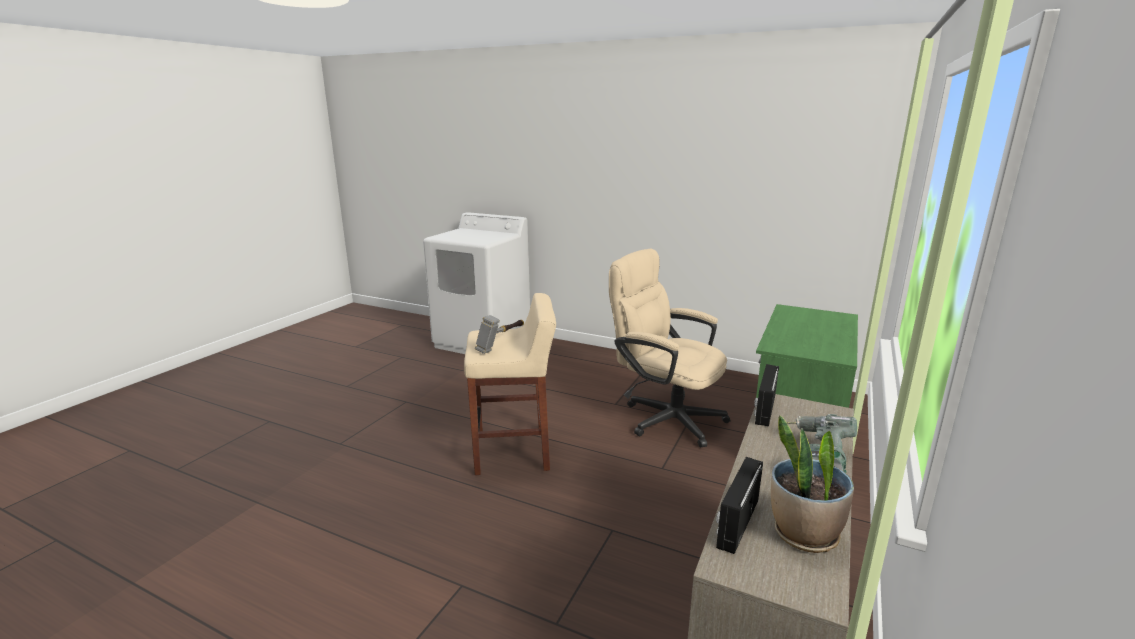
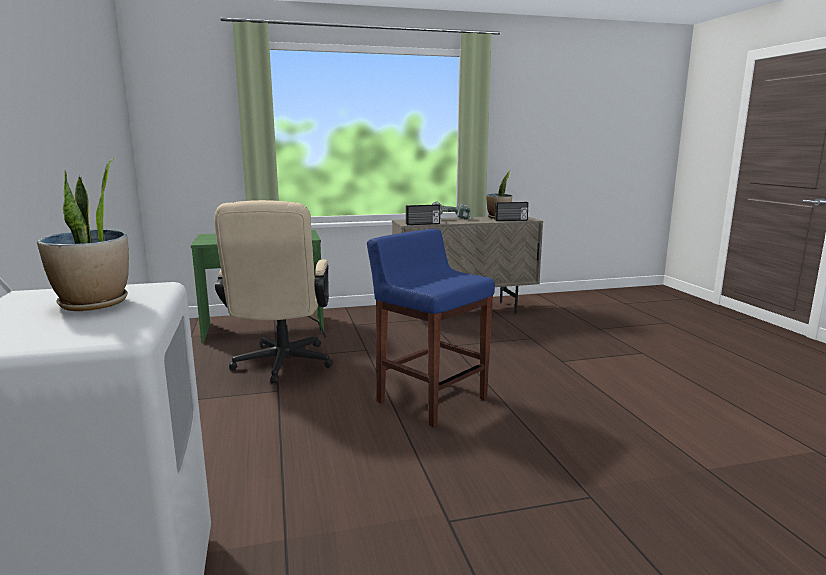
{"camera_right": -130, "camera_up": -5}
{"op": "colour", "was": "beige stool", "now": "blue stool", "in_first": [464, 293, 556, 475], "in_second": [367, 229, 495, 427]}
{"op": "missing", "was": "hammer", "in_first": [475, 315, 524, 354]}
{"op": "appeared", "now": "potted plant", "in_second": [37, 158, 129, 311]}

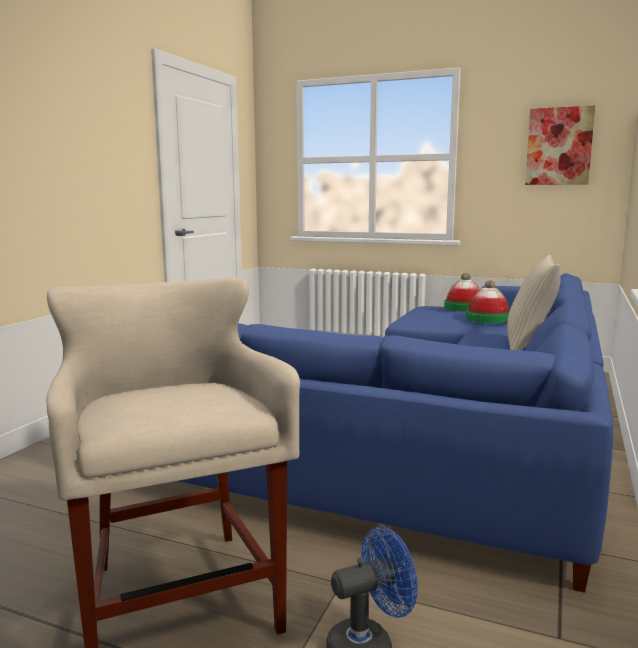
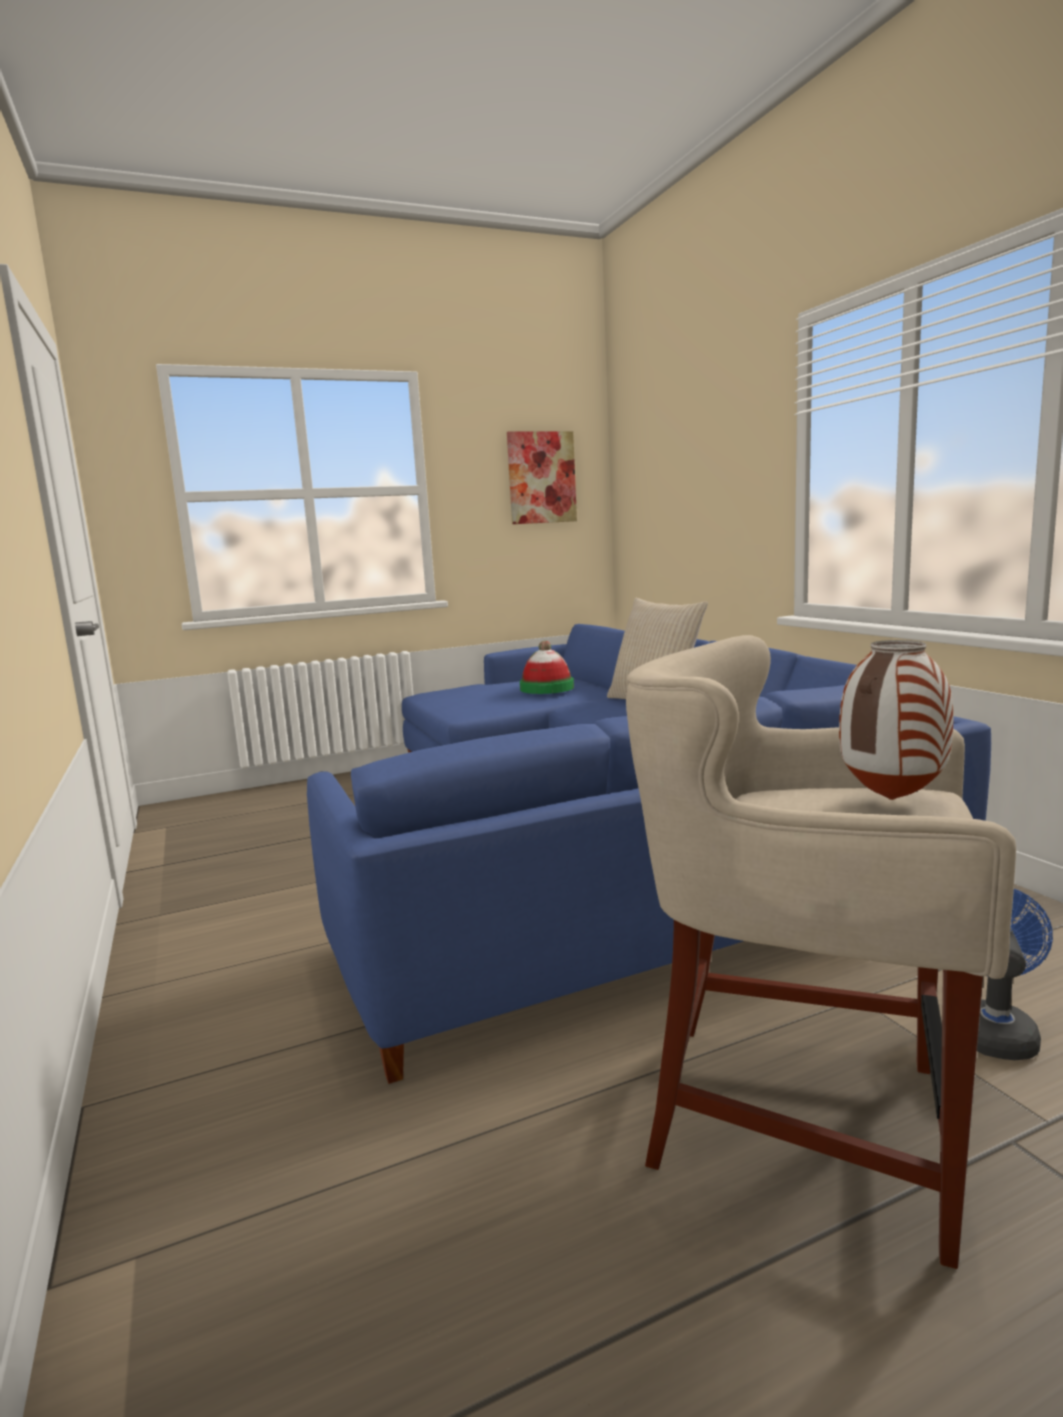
{"camera_right": -45, "camera_up": 0}
{"op": "missing", "was": "hat", "in_first": [444, 273, 480, 312]}
{"op": "appeared", "now": "vase", "in_second": [839, 640, 953, 800]}

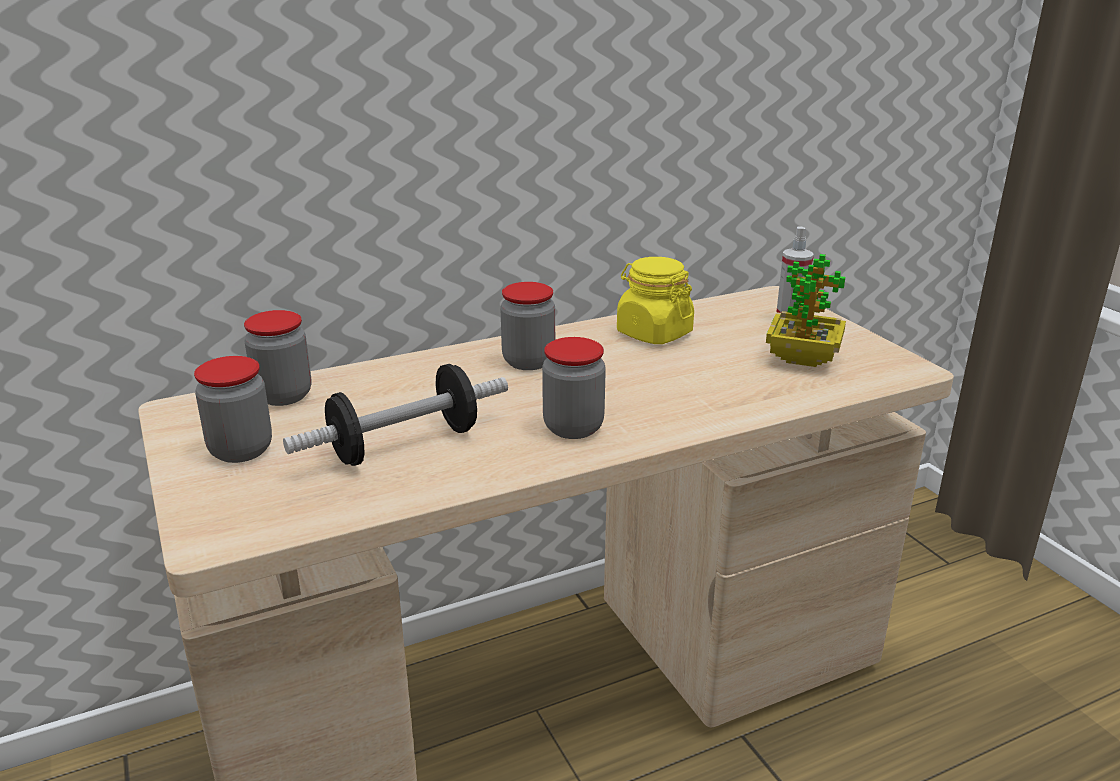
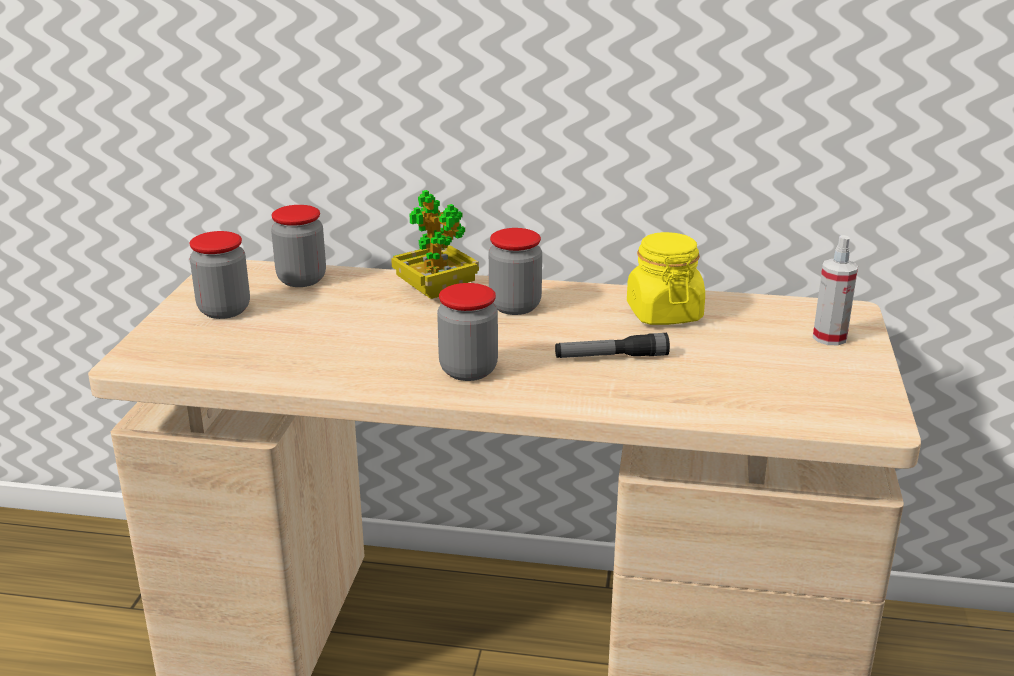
{"camera_right": 35, "camera_up": 0}
{"op": "missing", "was": "dumbbell", "in_first": [283, 364, 508, 466]}
{"op": "relocated", "was": "potted plant", "in_first": [766, 254, 846, 367], "in_second": [391, 190, 479, 299]}
{"op": "appeared", "now": "flashlight", "in_second": [555, 333, 670, 358]}

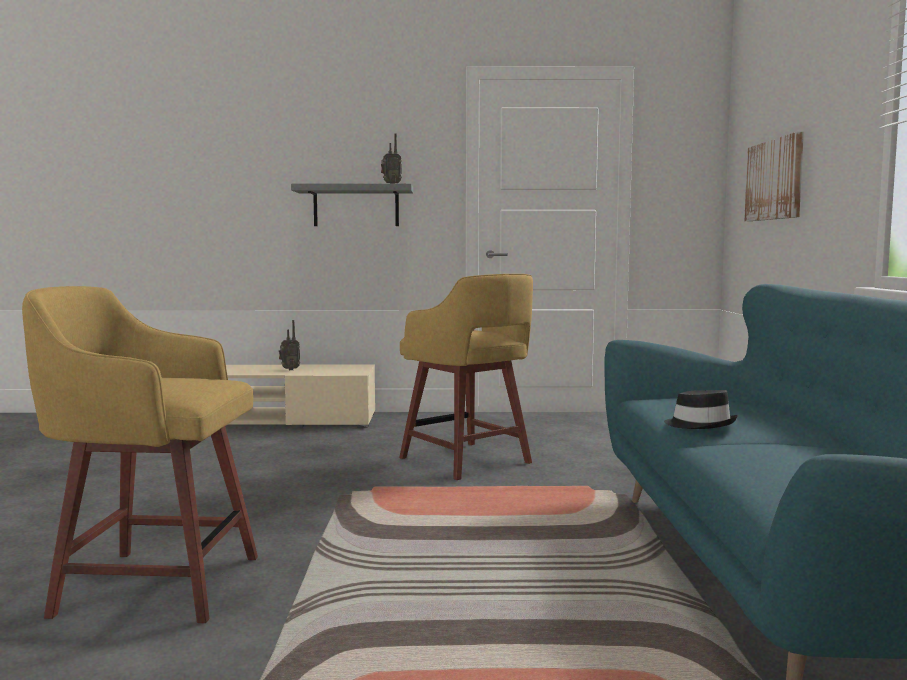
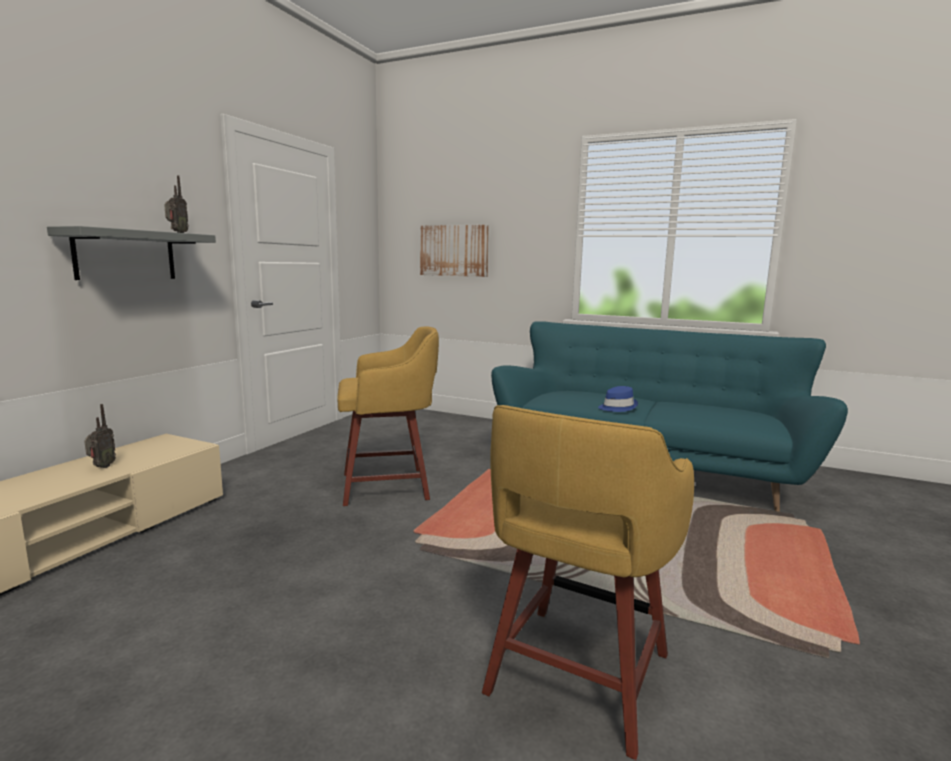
{"camera_right": -65, "camera_up": 5}
{"op": "colour", "was": "black hat", "now": "blue hat", "in_first": [664, 390, 738, 429], "in_second": [598, 386, 638, 412]}

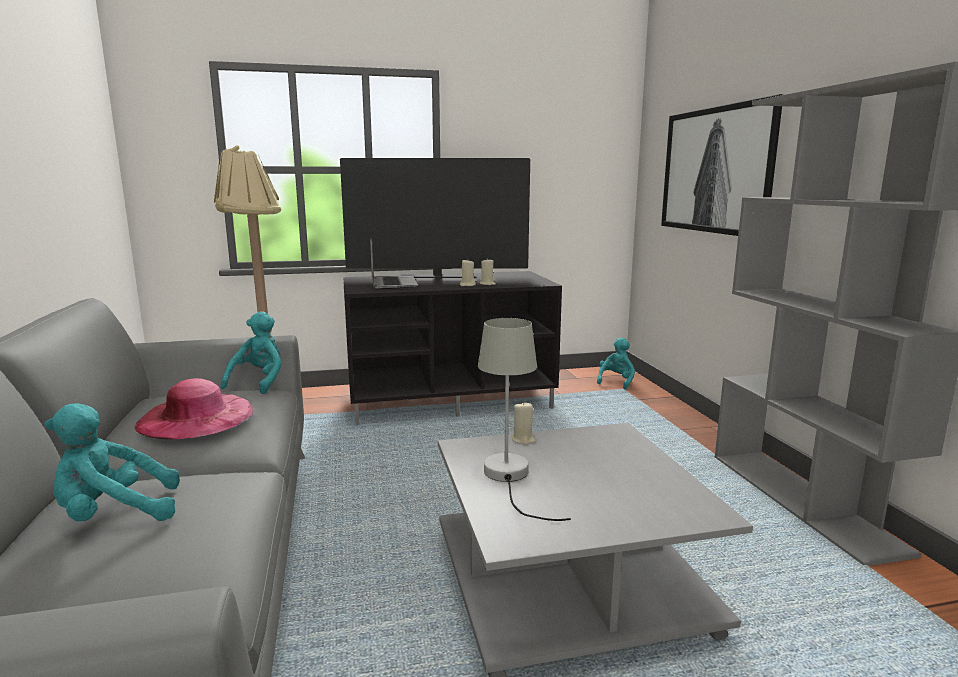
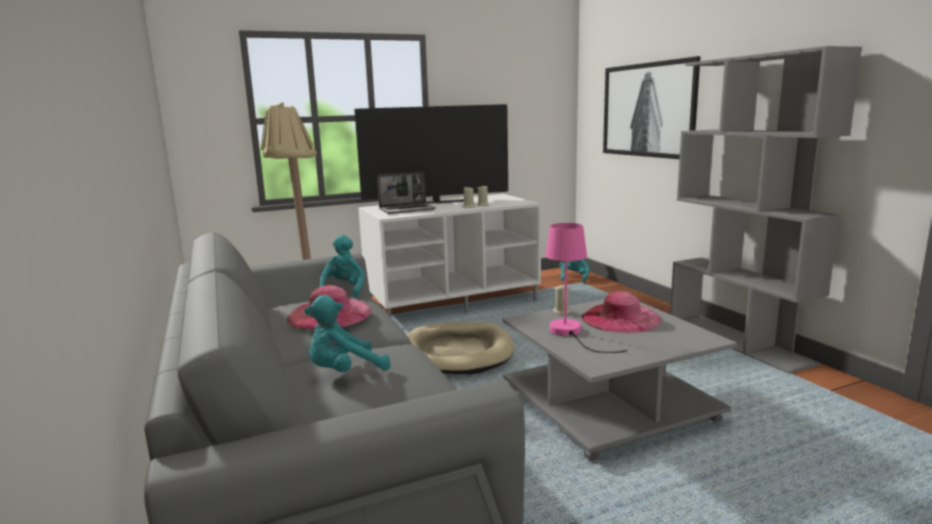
{"camera_right": -10, "camera_up": 0}
{"op": "colour", "was": "black tv stand", "now": "white tv stand", "in_first": [343, 271, 562, 425], "in_second": [358, 194, 541, 318]}
{"op": "spun", "was": "laptop", "in_first": [370, 239, 418, 290], "in_second": [377, 172, 436, 214], "clockwise": 90}
{"op": "colour", "was": "grey table lamp", "now": "pink table lamp", "in_first": [478, 318, 571, 521], "in_second": [545, 223, 627, 353]}
{"op": "appeared", "now": "beige dog bed", "in_second": [407, 322, 514, 375]}
{"op": "appeared", "now": "pink hat", "in_second": [582, 291, 661, 333]}

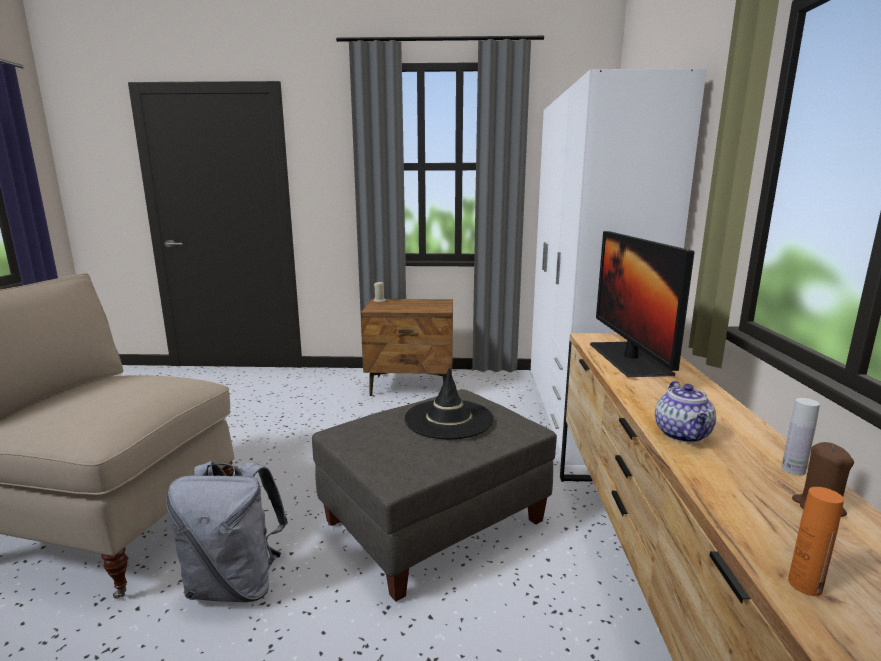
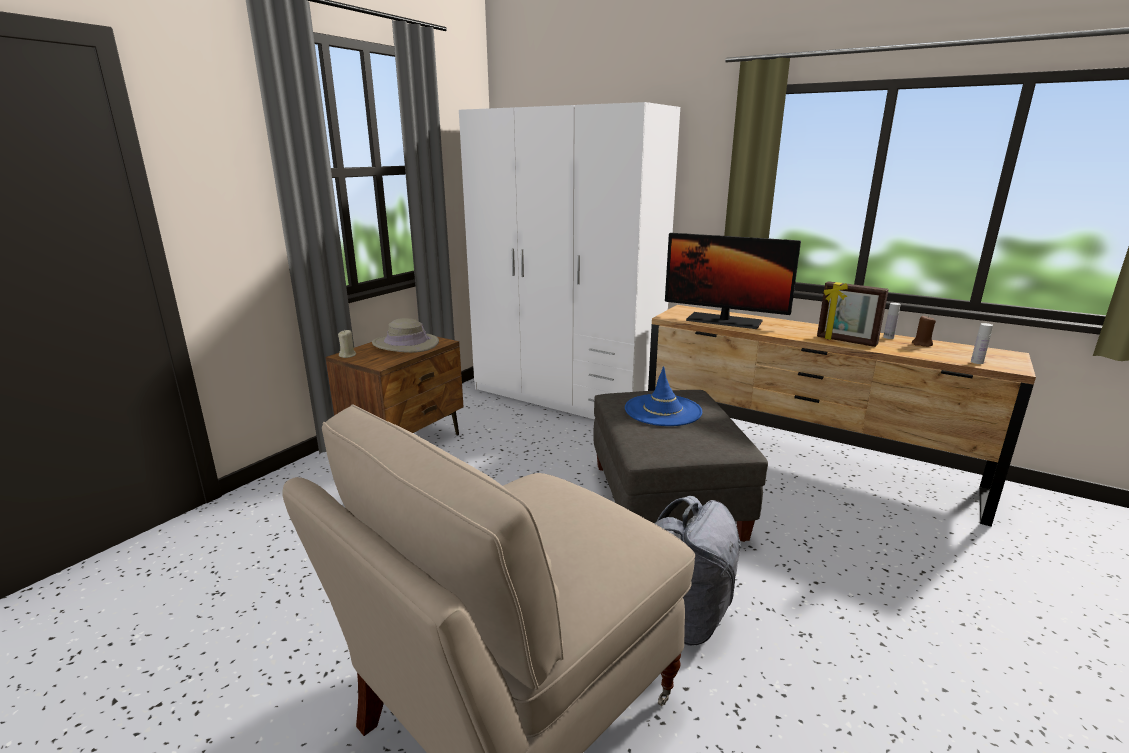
{"camera_right": -60, "camera_up": 5}
{"op": "colour", "was": "black hat", "now": "blue hat", "in_first": [404, 367, 494, 439], "in_second": [625, 366, 702, 426]}
{"op": "exchanged", "was": "teapot", "now": "picture frame", "in_first": [655, 381, 716, 443], "in_second": [817, 281, 889, 347]}
{"op": "colour", "was": "orange bottle", "now": "white bottle", "in_first": [788, 487, 844, 596], "in_second": [971, 323, 993, 364]}
{"op": "appeared", "now": "beige hat", "in_second": [372, 318, 439, 353]}

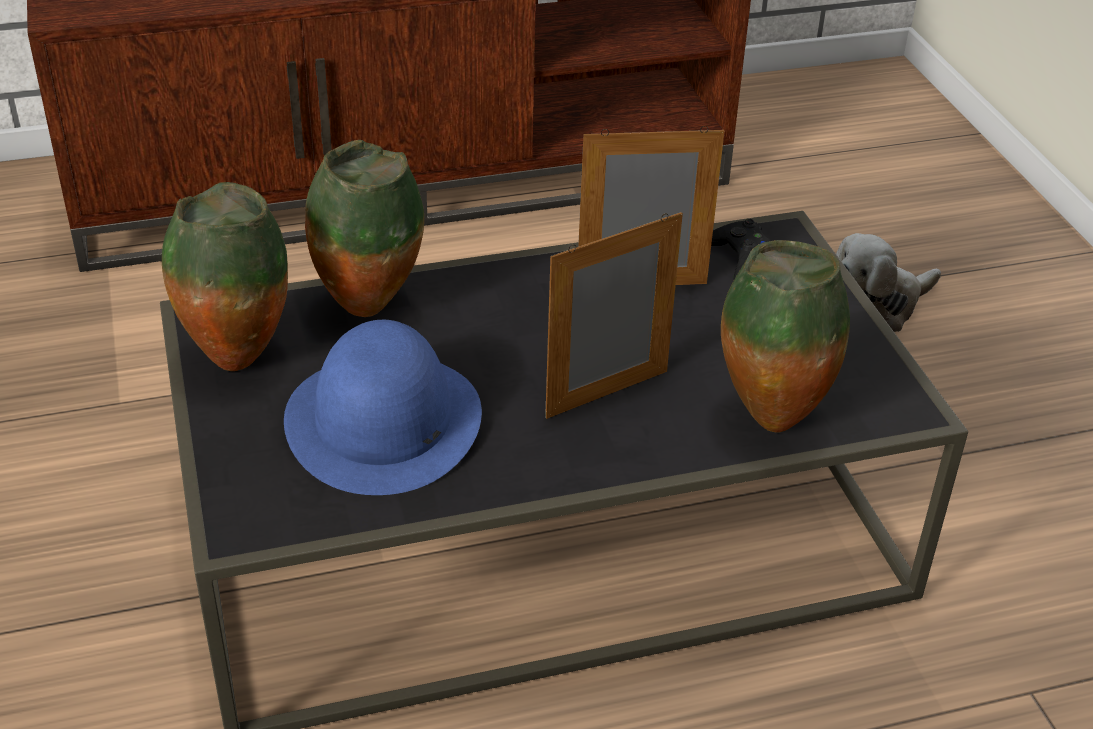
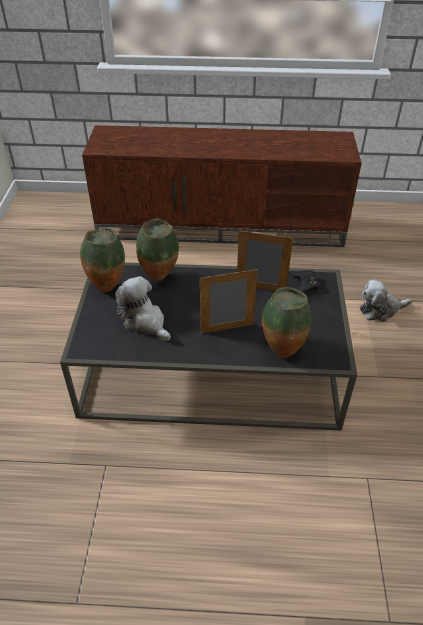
{"camera_right": 20, "camera_up": 5}
{"op": "exchanged", "was": "blue hat", "now": "plush toy", "in_first": [284, 320, 482, 495], "in_second": [115, 276, 171, 341]}

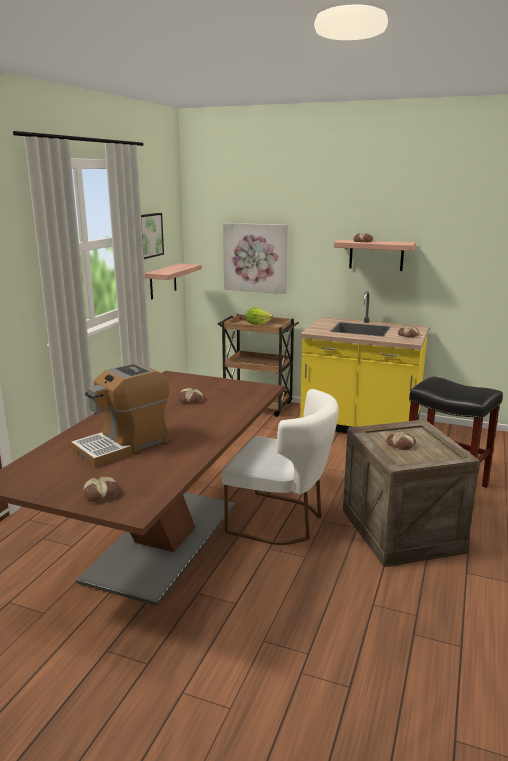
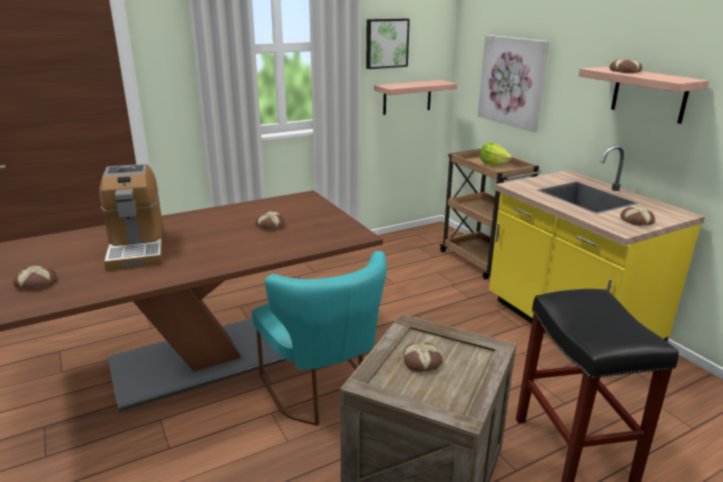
{"camera_right": 40, "camera_up": 5}
{"op": "spun", "was": "coffee machine", "in_first": [71, 363, 170, 467], "in_second": [99, 164, 164, 271], "clockwise": -105}
{"op": "colour", "was": "white chair", "now": "turquoise chair", "in_first": [222, 389, 338, 545], "in_second": [252, 251, 387, 426]}

